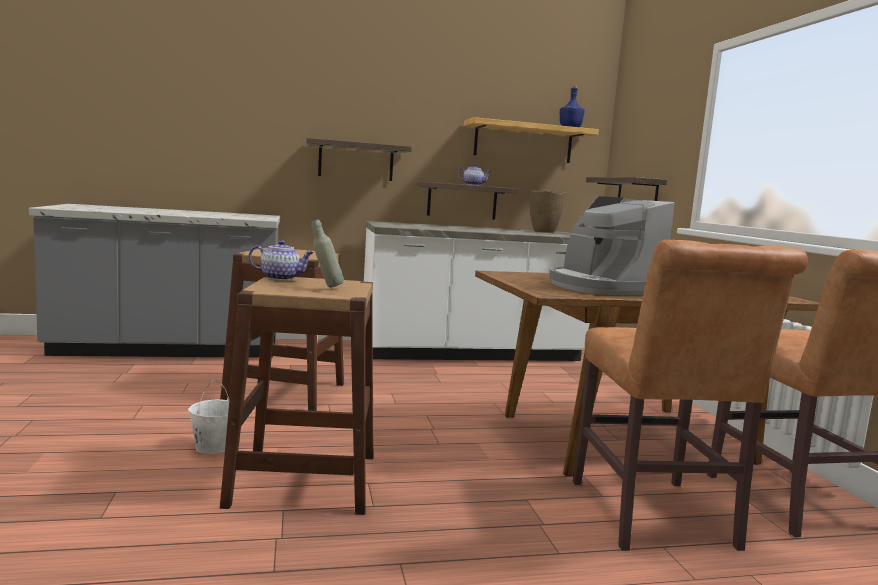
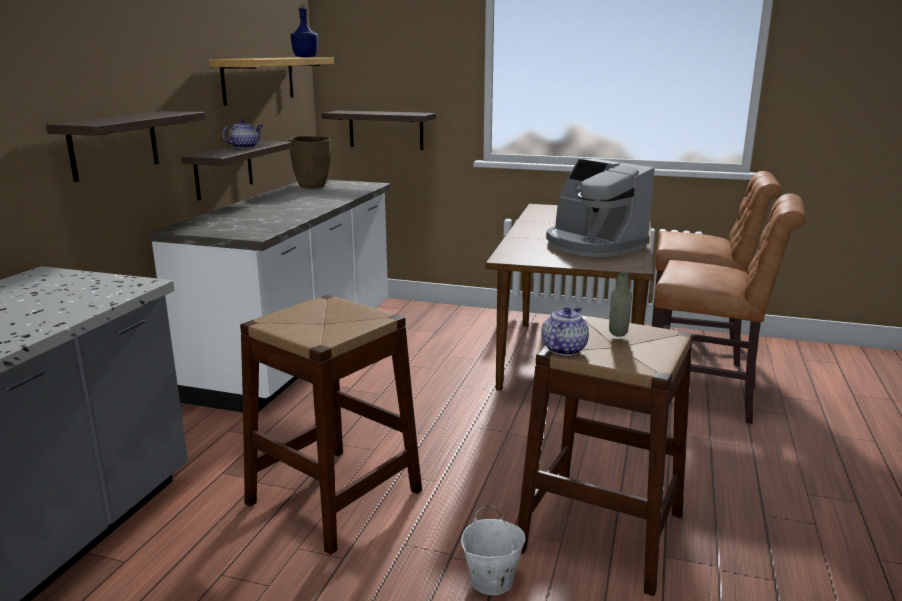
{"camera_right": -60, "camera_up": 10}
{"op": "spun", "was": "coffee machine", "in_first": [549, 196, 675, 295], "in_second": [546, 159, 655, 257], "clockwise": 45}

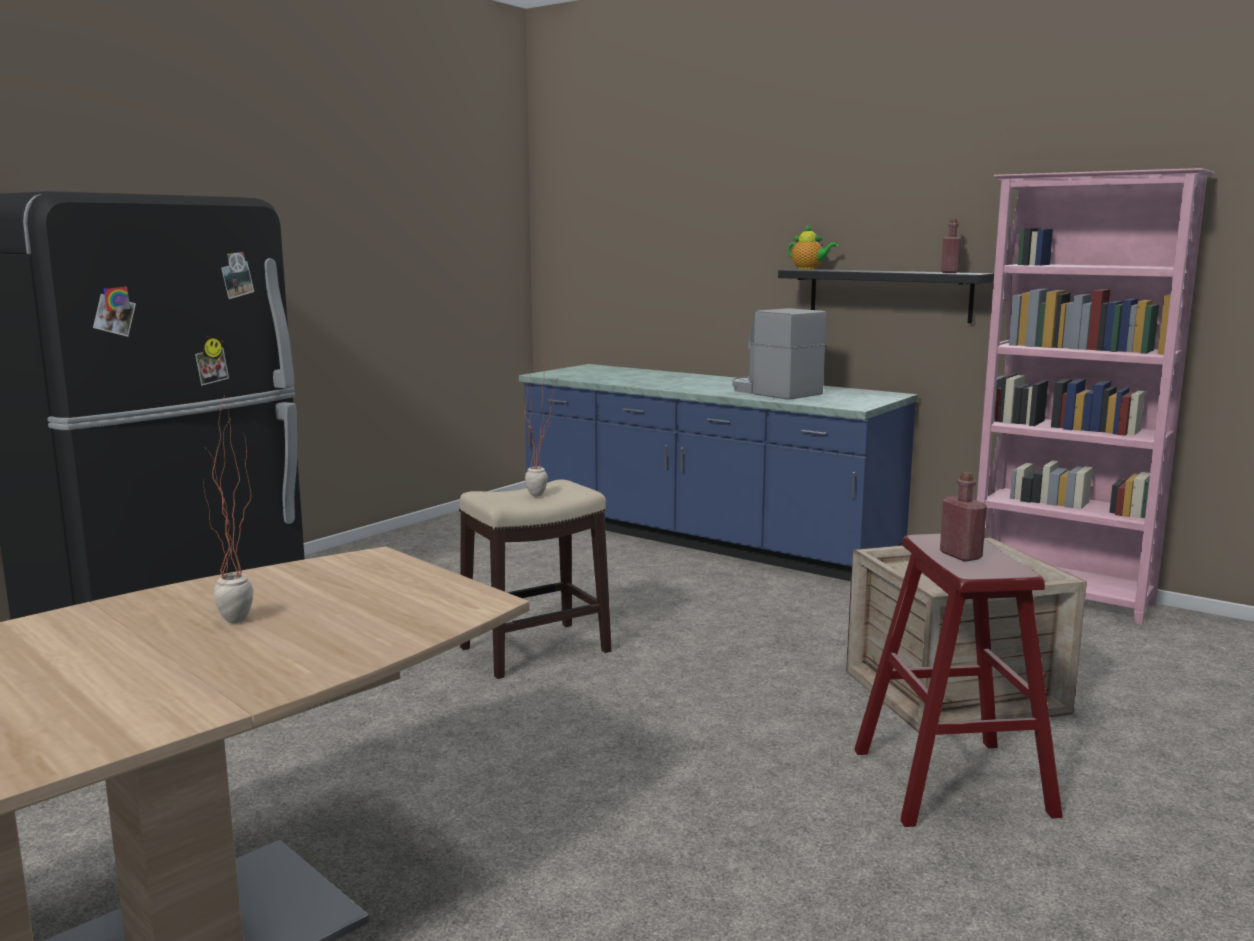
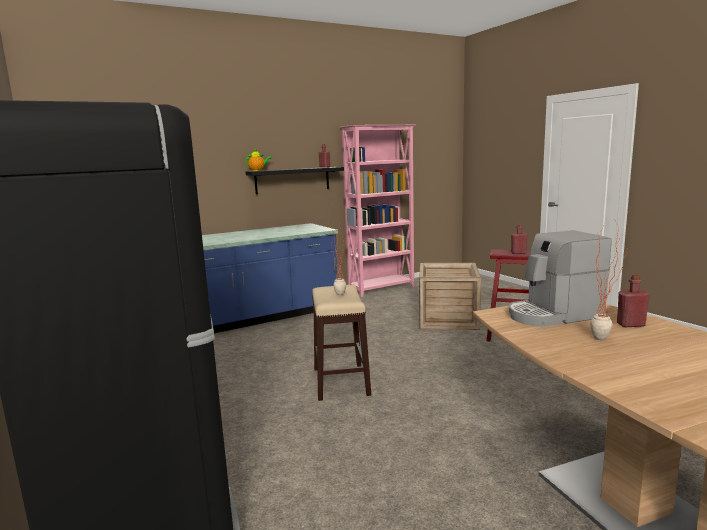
{"camera_right": -65, "camera_up": 0}
{"op": "relocated", "was": "coffee machine", "in_first": [732, 308, 827, 400], "in_second": [509, 230, 612, 327]}
{"op": "appeared", "now": "red bottle", "in_second": [617, 274, 650, 327]}

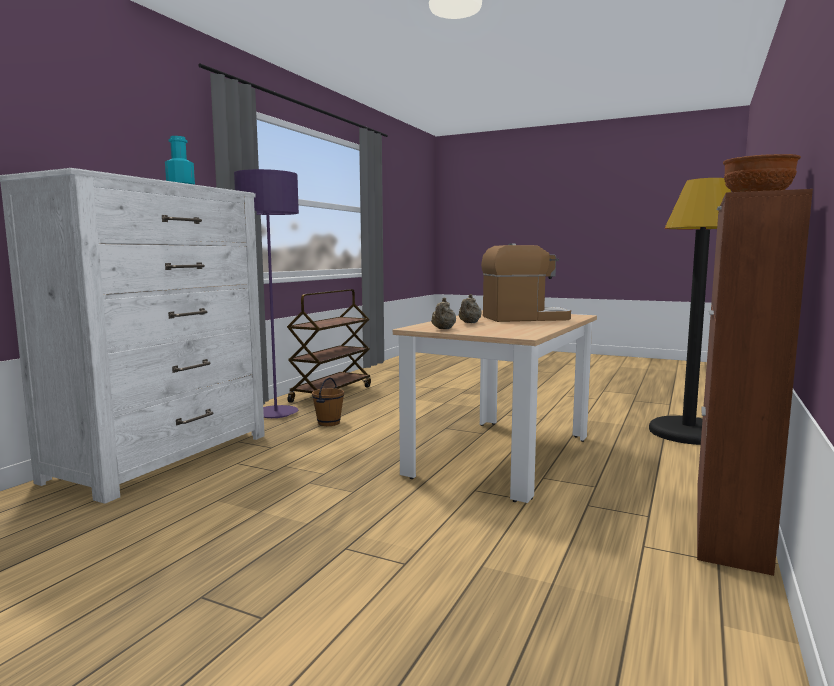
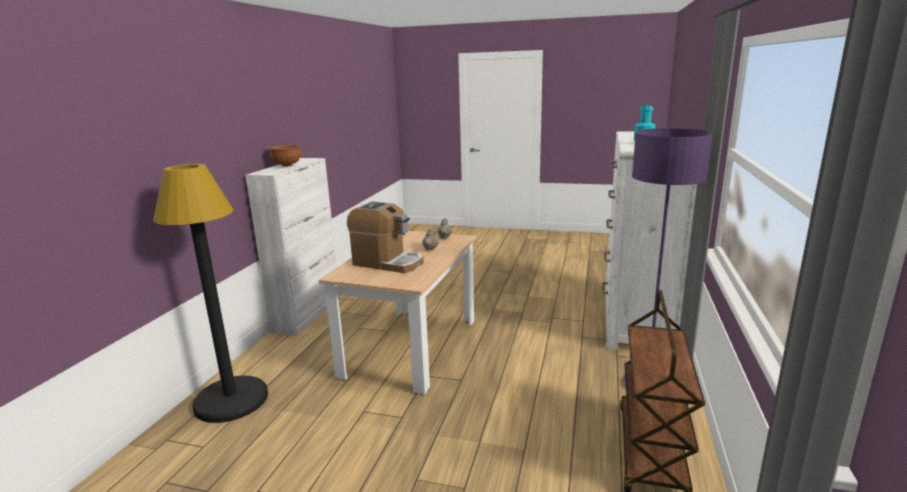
{"camera_right": 170, "camera_up": 10}
{"op": "missing", "was": "brown bucket", "in_first": [312, 377, 344, 426]}
{"op": "spun", "was": "coffee machine", "in_first": [481, 243, 571, 322], "in_second": [347, 201, 424, 273], "clockwise": -135}
{"op": "colour", "was": "brown cabinet", "now": "white cabinet", "in_first": [697, 189, 813, 576], "in_second": [245, 158, 340, 336]}

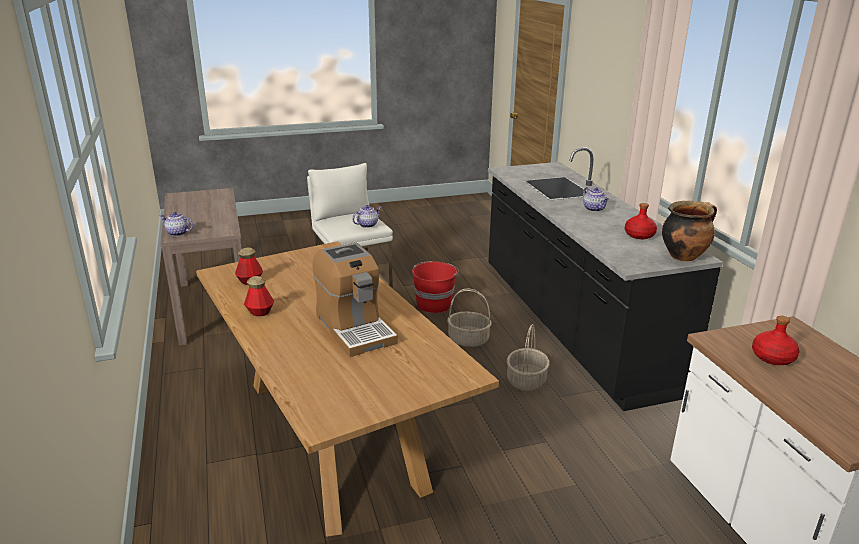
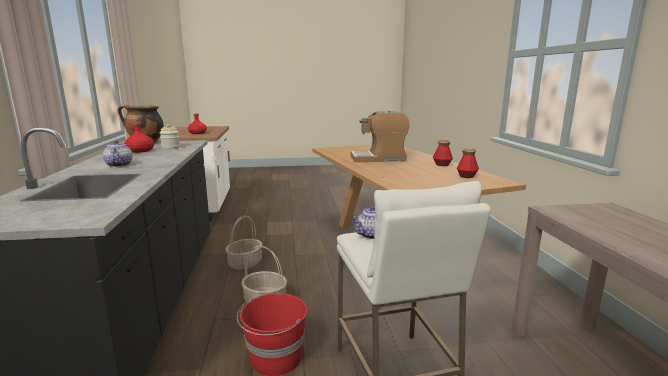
{"camera_right": -170, "camera_up": -10}
{"op": "missing", "was": "teapot", "in_first": [159, 212, 193, 236]}
{"op": "spun", "was": "coffee machine", "in_first": [312, 242, 398, 357], "in_second": [351, 111, 410, 162], "clockwise": -75}
{"op": "appeared", "now": "jar", "in_second": [160, 124, 180, 150]}

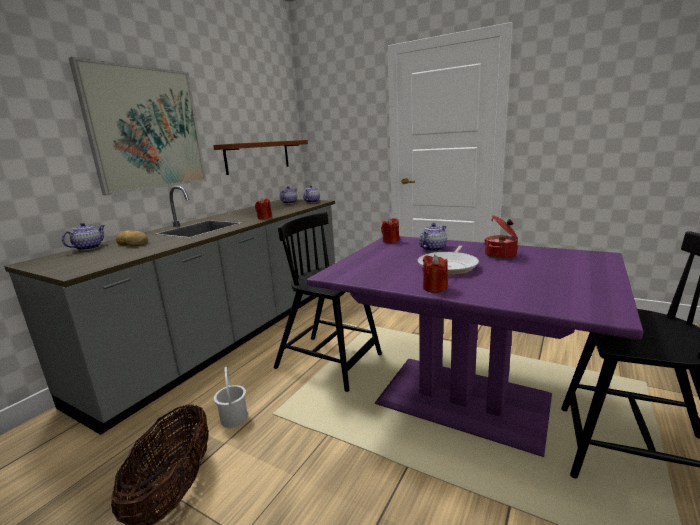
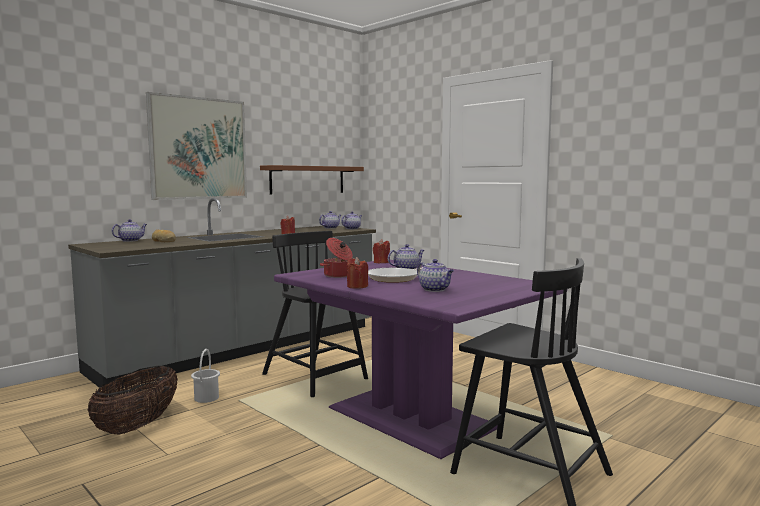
{"camera_right": 15, "camera_up": -10}
{"op": "relocated", "was": "cooking pot", "in_first": [484, 215, 518, 259], "in_second": [320, 238, 353, 278]}
{"op": "appeared", "now": "teapot", "in_second": [417, 259, 454, 292]}

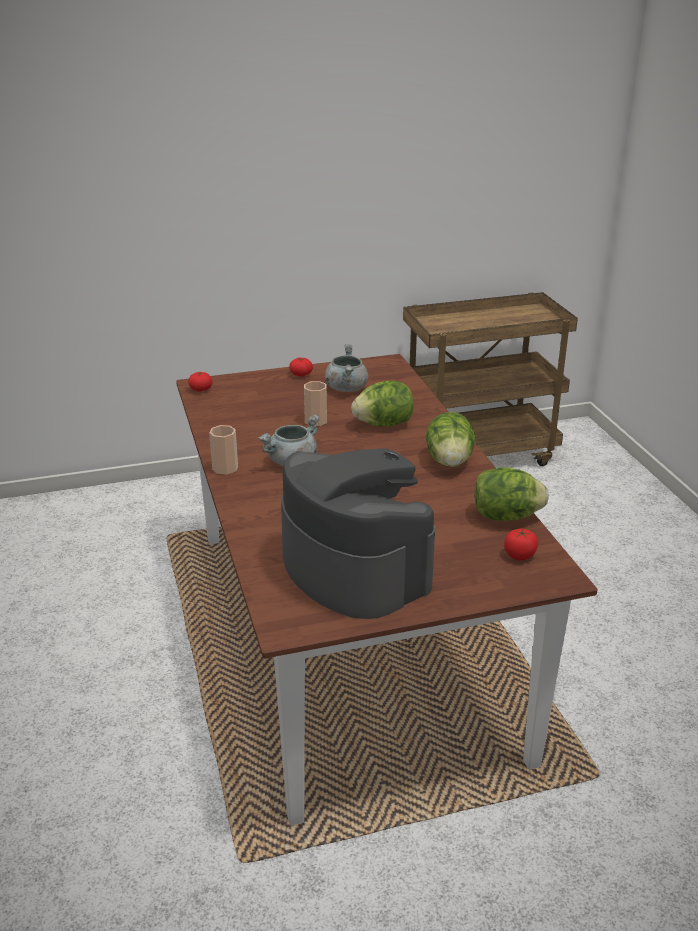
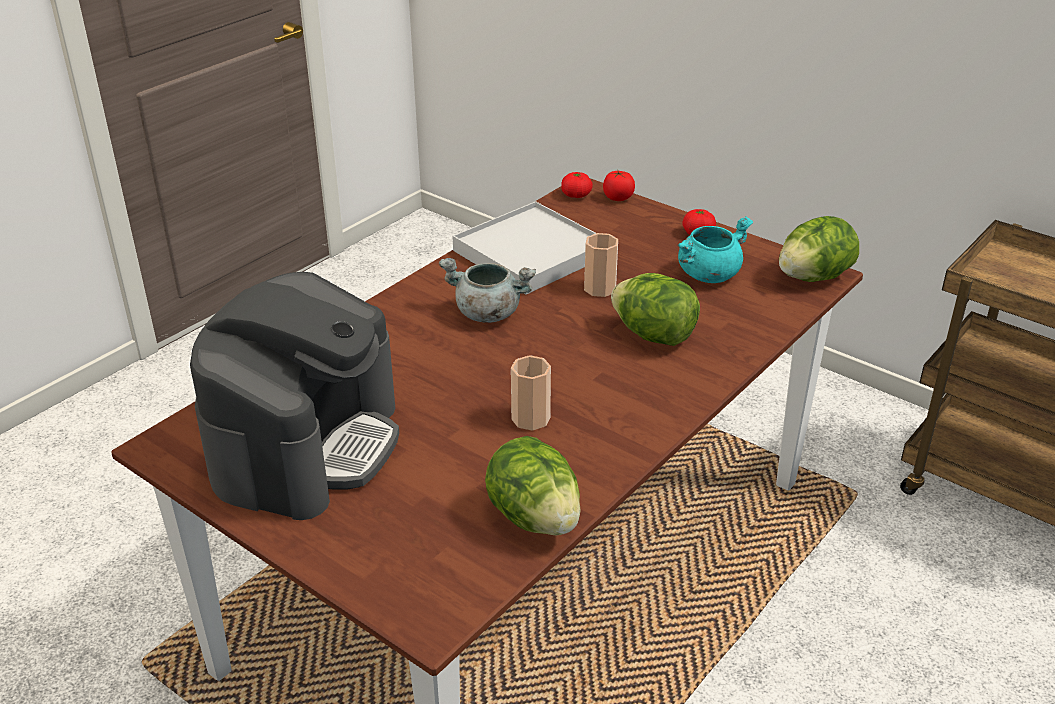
{"camera_right": 55, "camera_up": 5}
{"op": "relocated", "was": "cup", "in_first": [209, 425, 238, 475], "in_second": [511, 355, 551, 430]}
{"op": "colour", "was": "grey cooking pot", "now": "turquoise cooking pot", "in_first": [325, 344, 368, 392], "in_second": [678, 217, 753, 283]}
{"op": "relocated", "was": "lettuce", "in_first": [426, 412, 476, 467], "in_second": [779, 216, 859, 282]}
{"op": "relocated", "was": "tomato", "in_first": [504, 529, 538, 561], "in_second": [603, 171, 635, 201]}
{"op": "appeared", "now": "white tray", "in_second": [453, 201, 596, 295]}

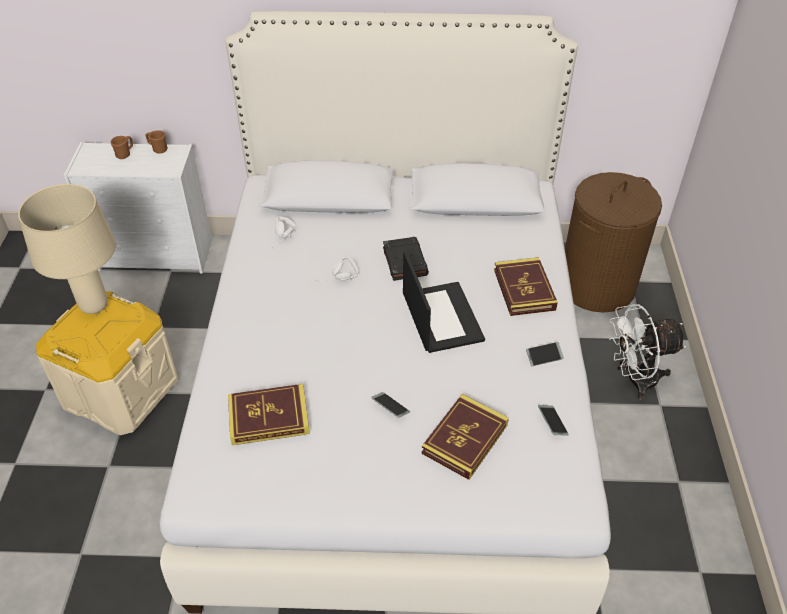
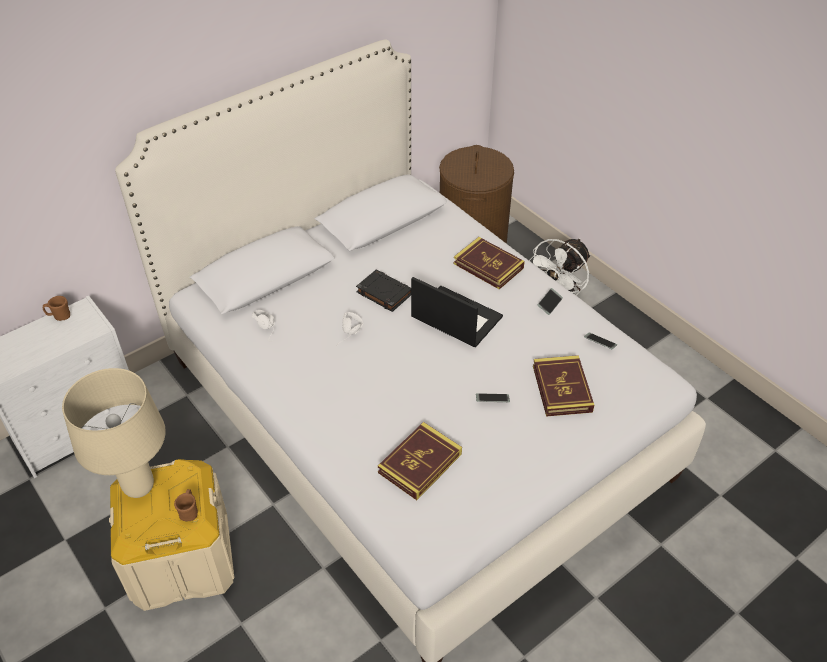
{"camera_right": -40, "camera_up": 0}
{"op": "relocated", "was": "brown mug", "in_first": [111, 136, 133, 159], "in_second": [174, 489, 198, 521]}

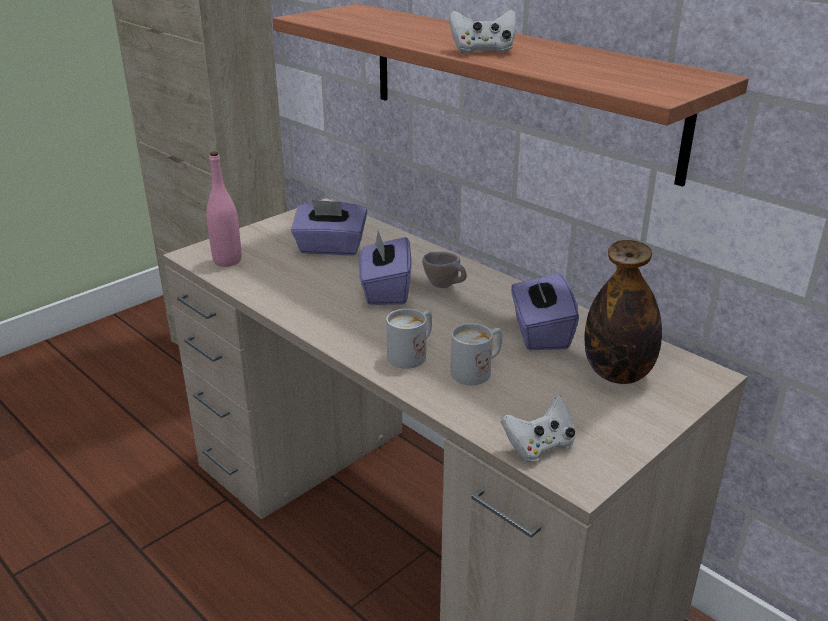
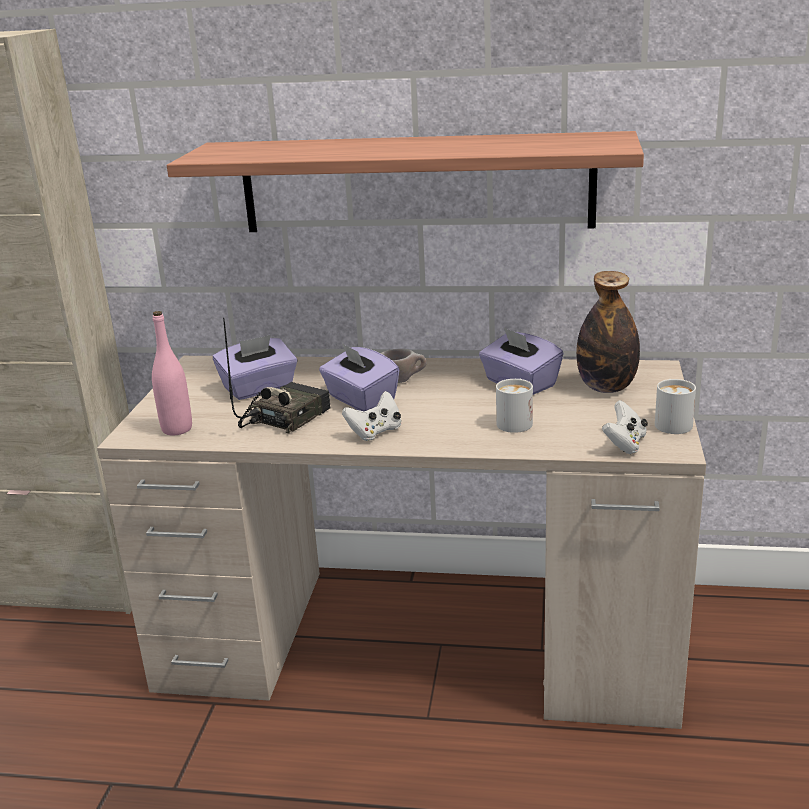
{"camera_right": -35, "camera_up": -5}
{"op": "relocated", "was": "white mug", "in_first": [386, 309, 432, 369], "in_second": [655, 379, 696, 434]}
{"op": "relocated", "was": "white game controller", "in_first": [449, 9, 516, 53], "in_second": [342, 391, 401, 441]}
{"op": "appeared", "now": "radio", "in_second": [223, 318, 331, 434]}

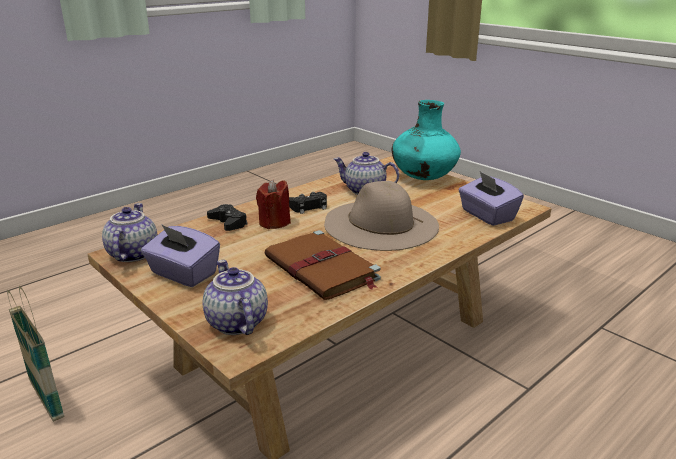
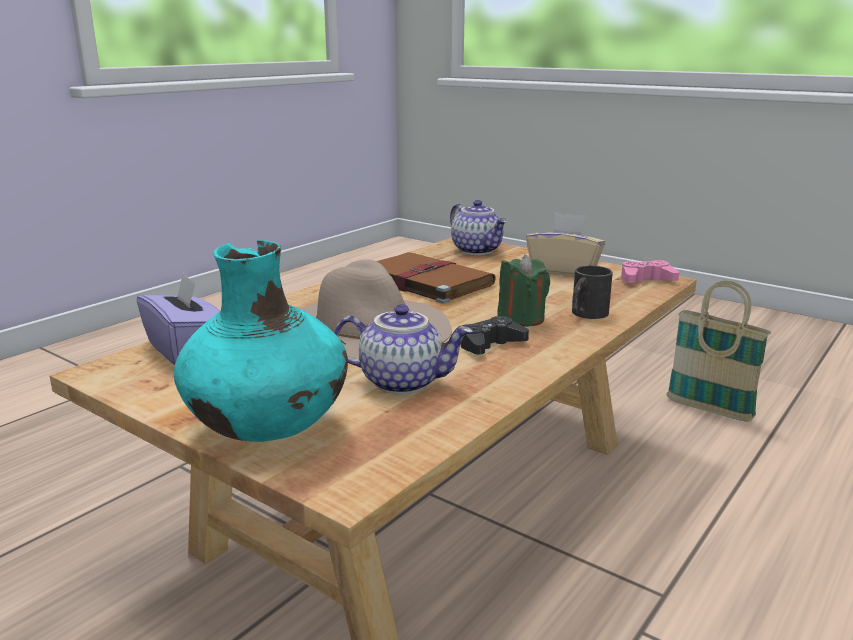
{"camera_right": 170, "camera_up": -5}
{"op": "exchanged", "was": "teapot", "now": "pink game controller", "in_first": [102, 203, 158, 262], "in_second": [621, 260, 679, 283]}
{"op": "colour", "was": "purple tissue box", "now": "beige tissue box", "in_first": [141, 224, 220, 287], "in_second": [526, 213, 606, 276]}
{"op": "exchanged", "was": "black game controller", "now": "black mug", "in_first": [207, 204, 247, 231], "in_second": [572, 265, 613, 319]}
{"op": "colour", "was": "red candle", "now": "green candle", "in_first": [256, 179, 291, 229], "in_second": [497, 255, 550, 327]}

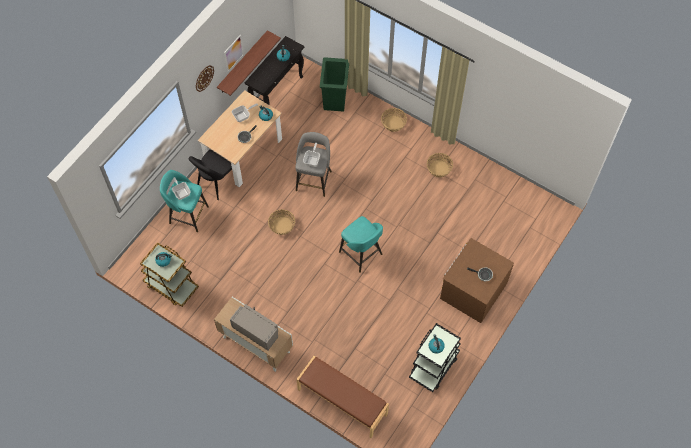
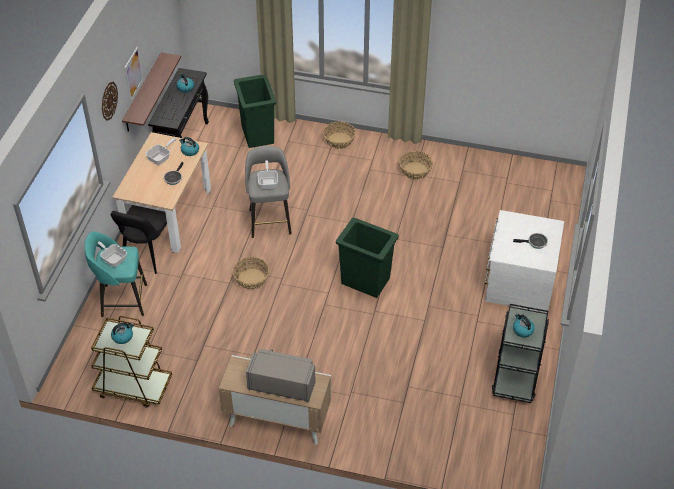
{"camera_right": -20, "camera_up": -15}
{"op": "missing", "was": "brown bench", "in_first": [296, 356, 389, 438]}
{"op": "exchanged", "was": "turquoise stool", "now": "green trash can", "in_first": [339, 216, 383, 273], "in_second": [336, 218, 399, 298]}
{"op": "colour", "was": "brown dresser", "now": "white dresser", "in_first": [440, 238, 514, 323], "in_second": [484, 210, 564, 313]}

